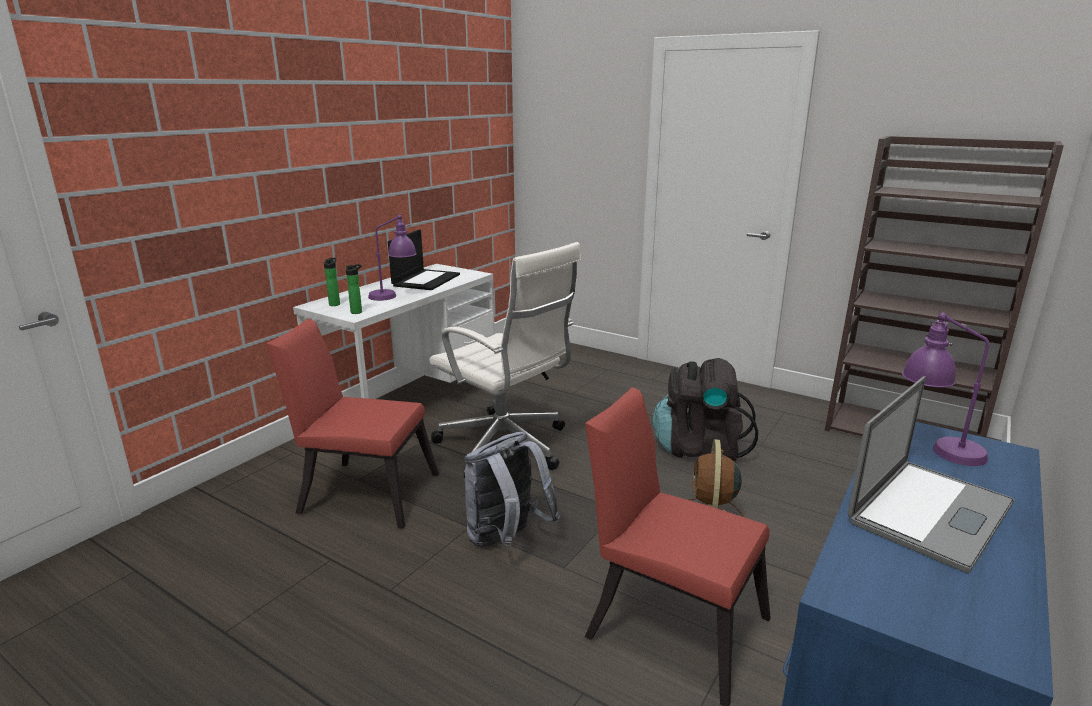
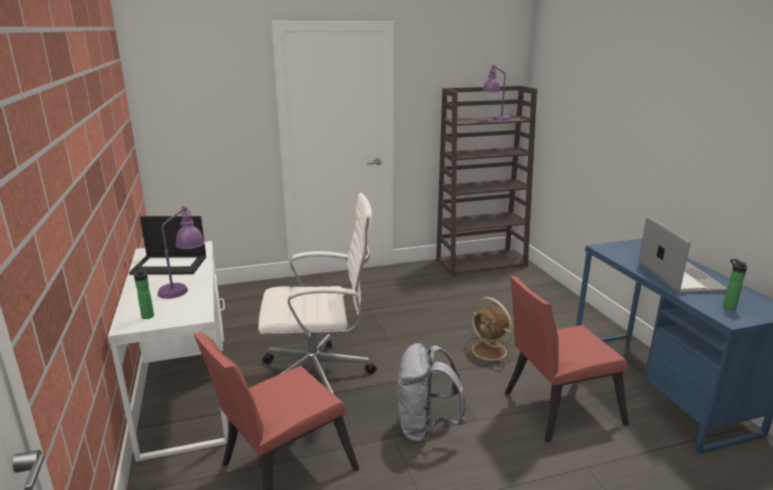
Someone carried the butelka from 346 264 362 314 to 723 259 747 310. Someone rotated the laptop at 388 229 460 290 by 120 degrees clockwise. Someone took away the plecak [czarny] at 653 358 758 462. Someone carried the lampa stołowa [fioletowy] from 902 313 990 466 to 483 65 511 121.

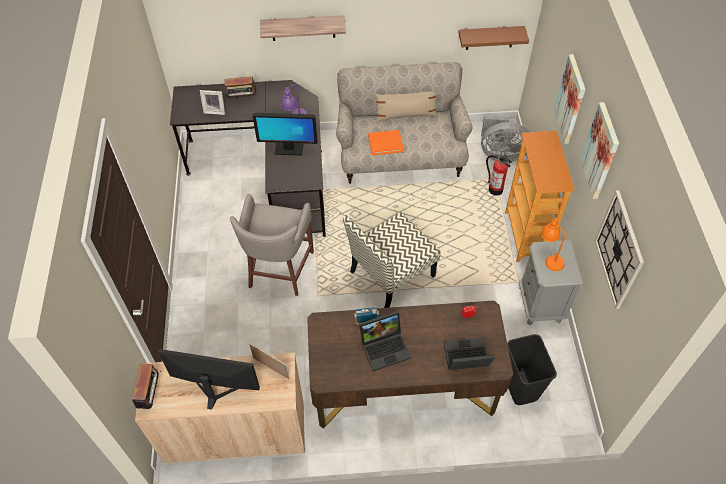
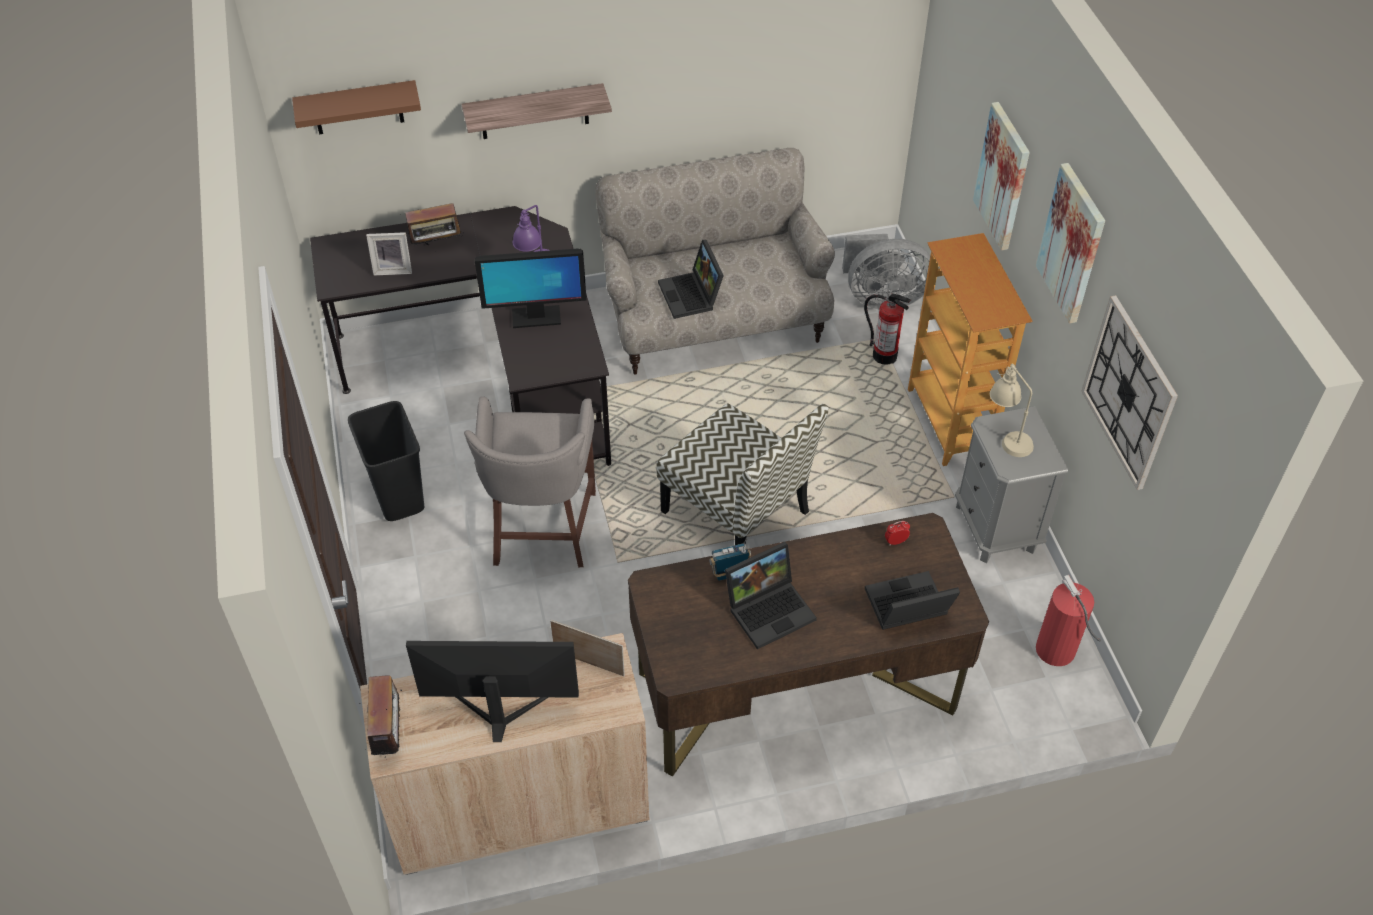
Someone rotated the krzesło at 343 212 441 308 by 90 degrees counterclockwise. Someone swapped the książka [pomarańczowy] at 368 130 403 156 for the laptop at 658 240 724 319. Someone took away the poduszka [beżowy] at 375 91 437 123. Someone carried the półka [brązowy] from 458 26 529 50 to 292 80 421 135. Someone carried the kosz na śmieci [czarny] from 507 334 557 405 to 348 401 424 521. Someone repainted the lampa stołowa [pomarańczowy] at 541 218 565 271, which became the lampa stołowa [beżowy] at 990 364 1034 457. Someone put down the gaśnica at 1036 575 1101 666.

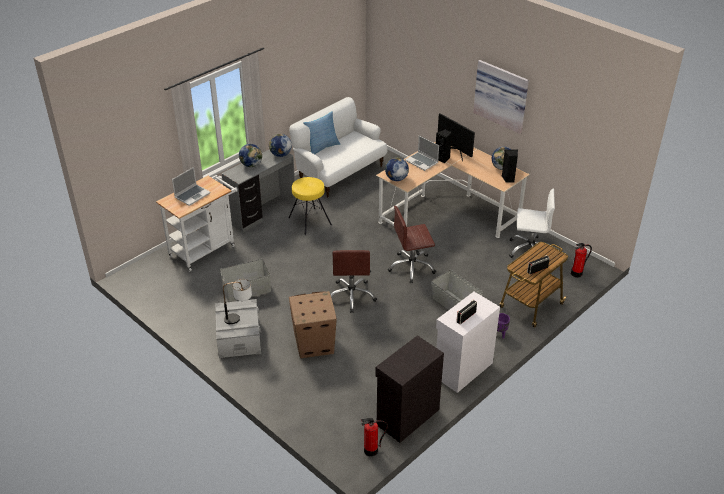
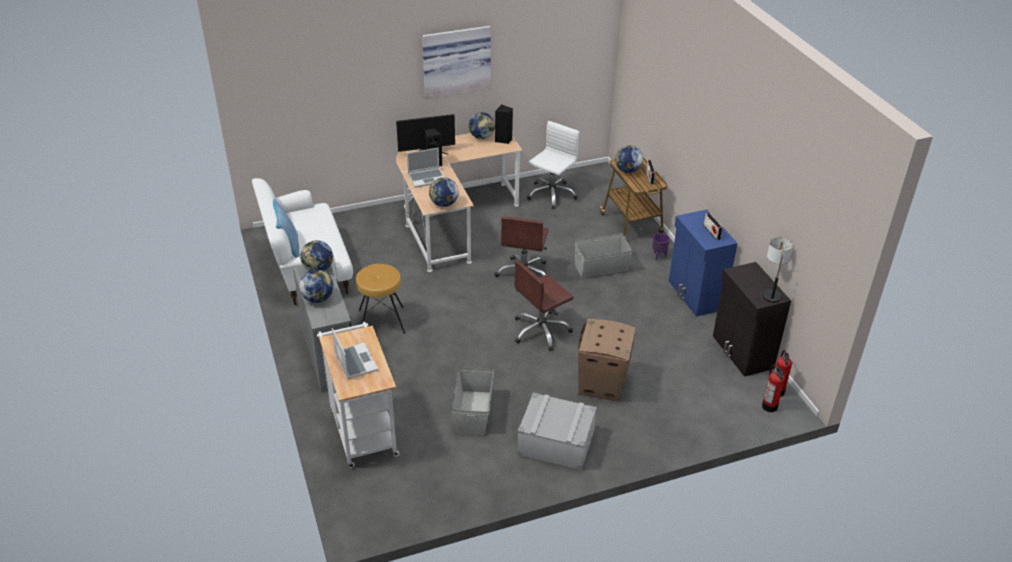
Someone carried the lampa stołowa from 223 279 252 324 to 763 237 793 303. Someone repainted the stołek [żółty] at 289 177 332 235, which became the stołek [brązowy] at 356 264 405 334. Someone rotated the krzesło biurowe [brązowy] at 330 250 377 313 by 120 degrees clockwise. Someone repainted the szafka [biały] at 436 292 500 393, which became the szafka [niebieski] at 669 210 738 317. Someone carried the gaśnica from 571 243 592 278 to 762 365 785 412. Someone put down the globus at 615 145 643 173.

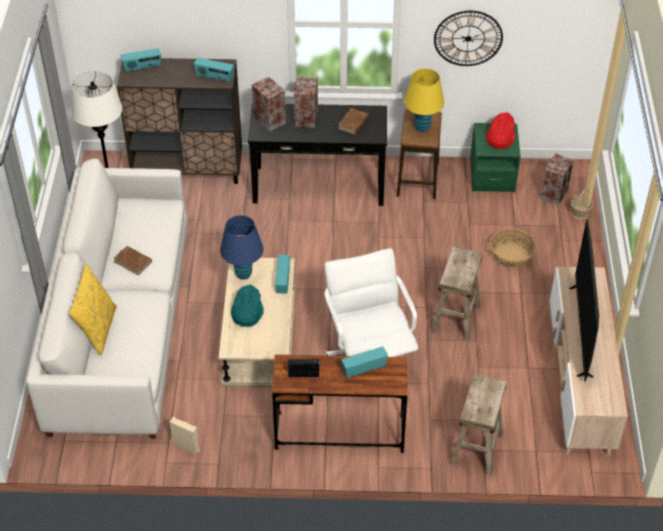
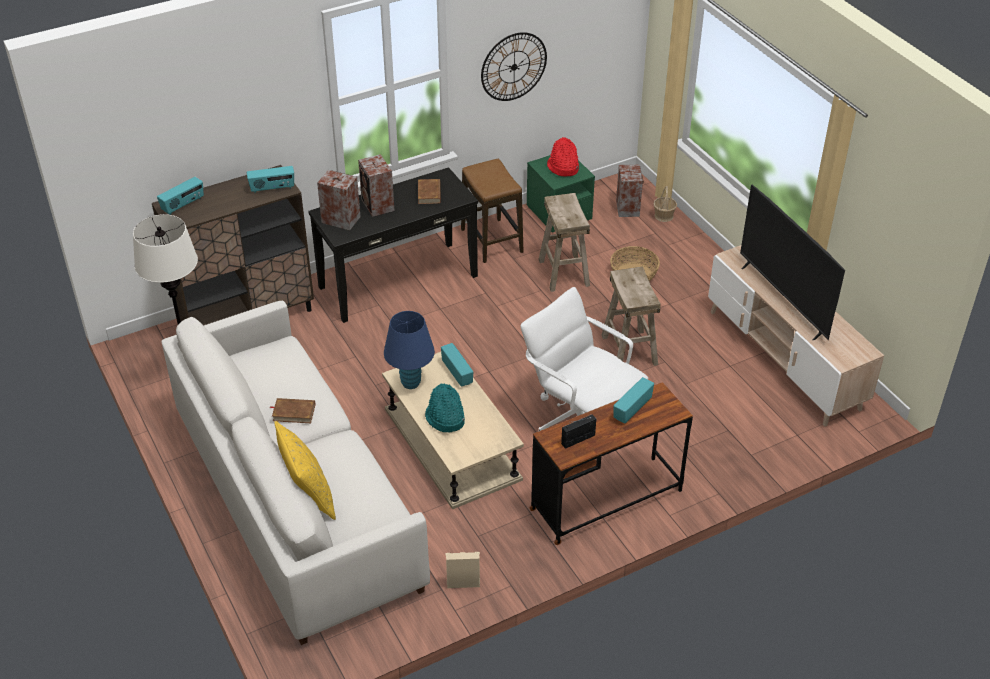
Someone took away the lampa stołowa [żółty] at 404 68 444 132. Someone carried the stołek [beżowy] from 450 374 507 476 to 538 193 590 292.

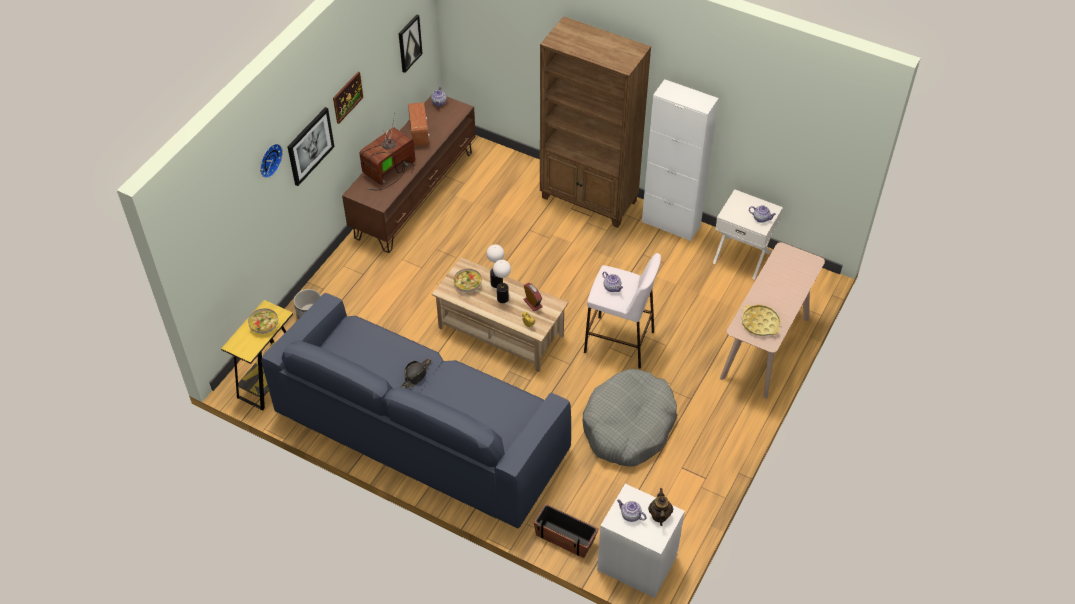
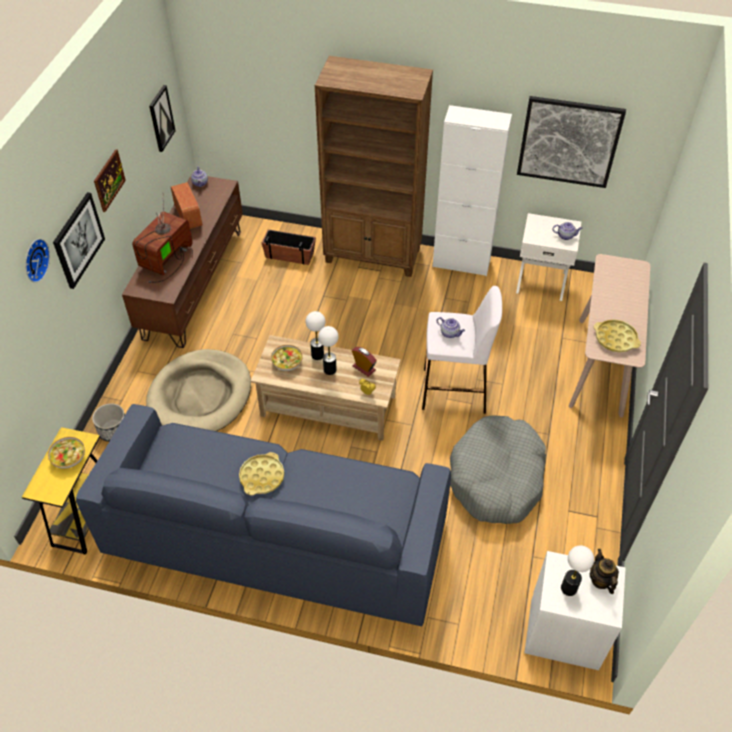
Someone swapped the kapelusz [czarny] at 400 358 431 389 for the taca [żółty] at 239 452 284 495. Someone carried the donica from 534 503 599 558 to 262 229 316 265. Someone swapped the imbryk at 617 500 647 522 for the lampa stołowa at 561 545 594 596. Someone put down the legowisko [beżowy] at 146 349 251 431. Someone put up the obraz at 517 96 626 188.

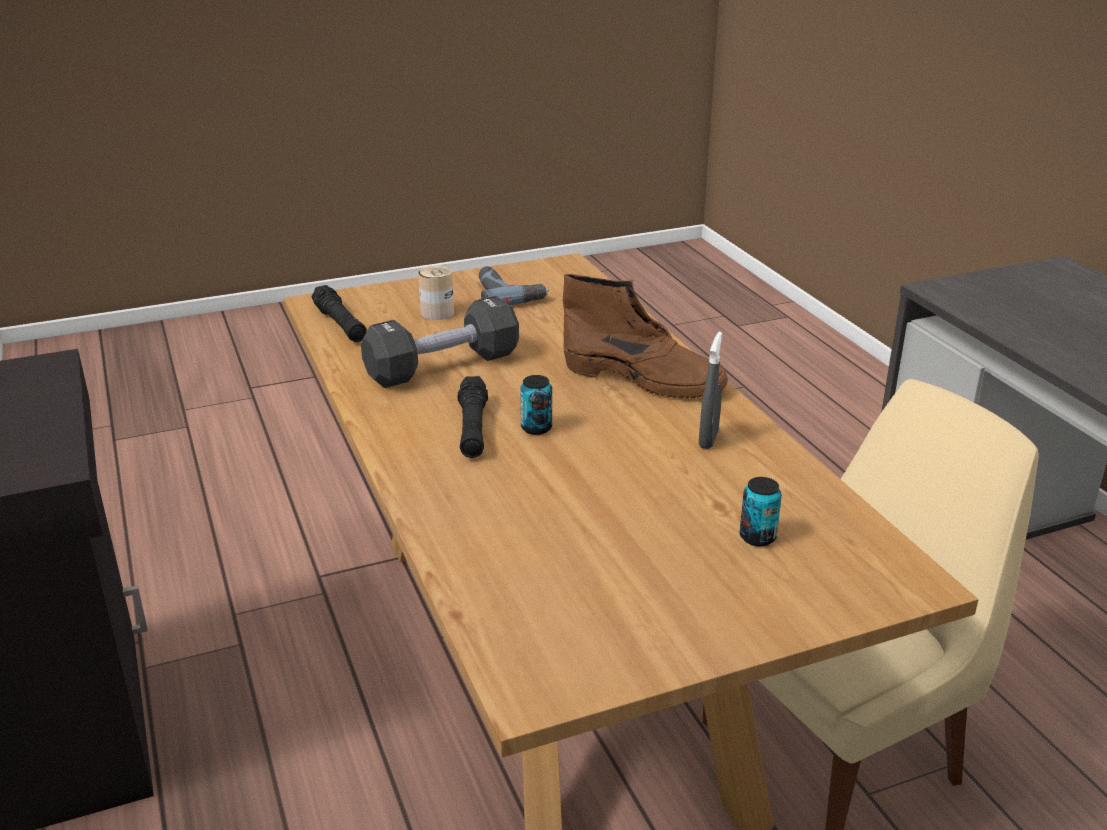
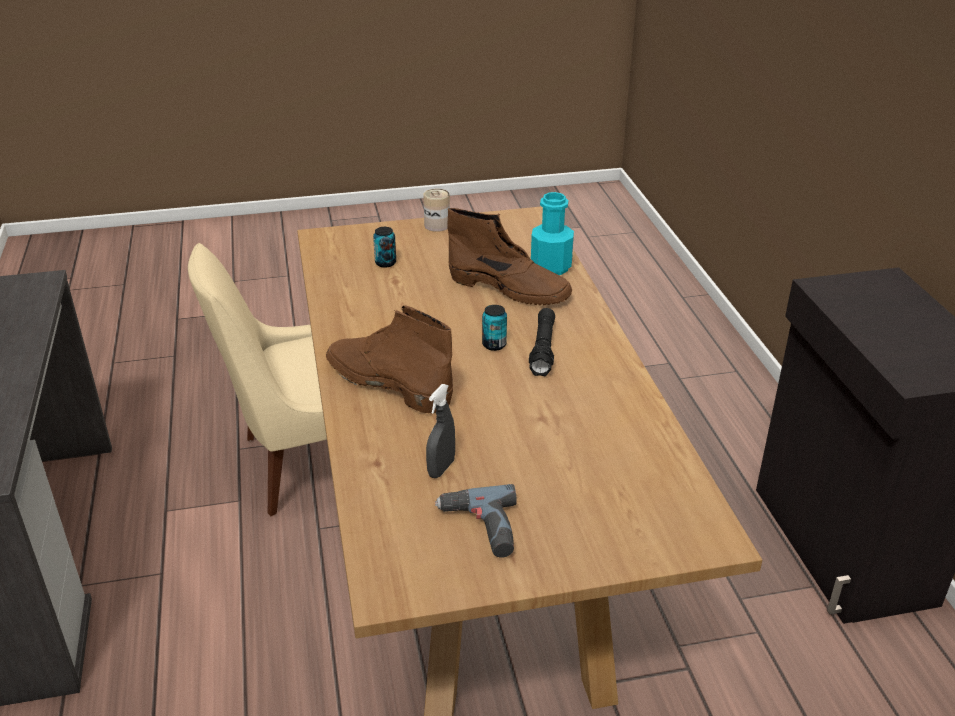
Someone took away the latarka [czarny] at 311 285 367 342. Someone took away the hantel [czarny] at 361 296 519 388. Someone carried the puszka from 418 265 454 320 to 423 189 450 232. Someone carried the spryskiwacz [szary] from 699 332 722 449 to 426 384 455 478. Someone put down the but z cholewką [brązowy] at 447 208 572 305. Someone put down the butelka [turkusowy] at 531 192 574 275.

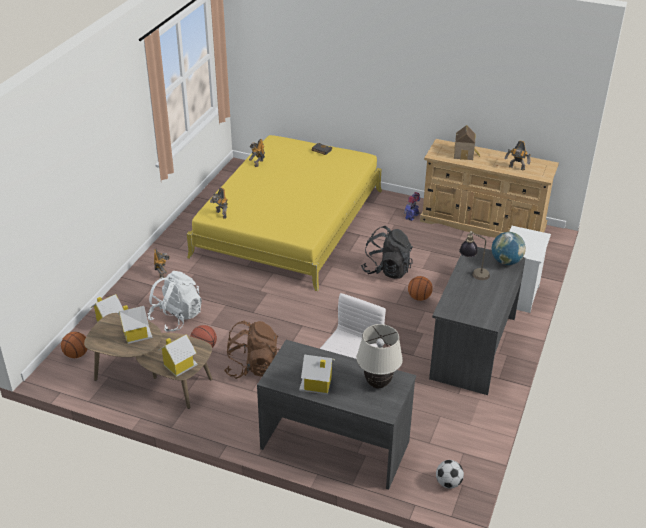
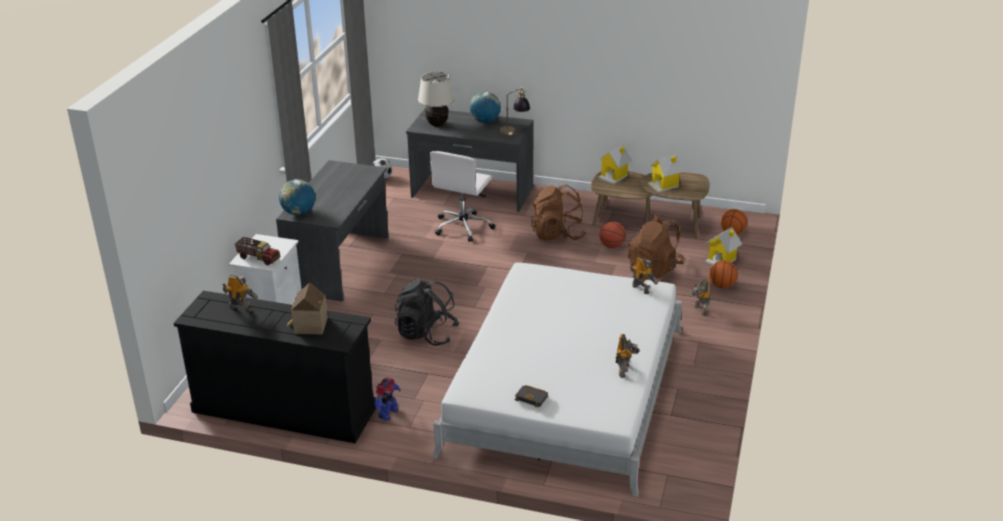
Someone repainted the plecak [biały] at 147 271 202 332, which became the plecak [brązowy] at 628 215 685 279. Someone repainted the łóżko [żółty] at 187 135 382 291, which became the łóżko [biały] at 433 262 682 497. Someone swapped the domek at 299 354 335 395 for the globus at 470 92 501 123. Someone carried the piłka do koszykówki from 408 276 433 301 to 709 260 738 288. Someone repainted the komoda [beżowy] at 420 139 559 238, which became the komoda [czarny] at 174 291 376 443. Someone carried the lampa stołowa from 459 231 490 280 to 499 86 530 135. Someone put down the ciężarówka zabawkowa at 235 237 280 265.

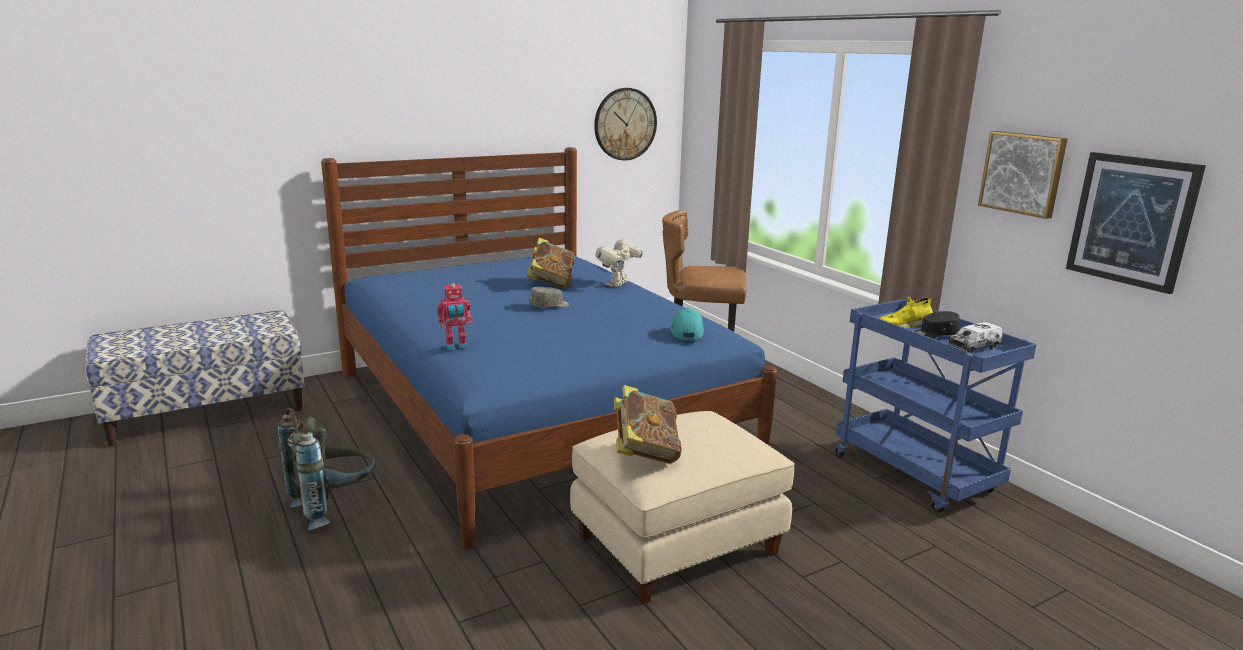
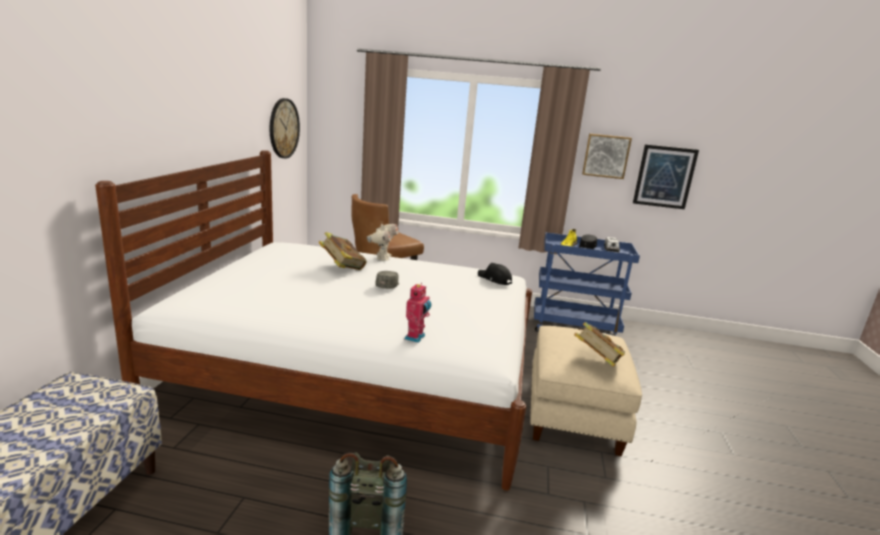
Someone repainted the łóżko [niebieski] at 321 147 777 551, which became the łóżko [biały] at 95 150 532 491. Someone rotated the robot zabawkowy at 595 238 643 287 by 150 degrees counterclockwise. Someone repainted the czapka z daszkiem [turkusowy] at 671 307 704 340, which became the czapka z daszkiem [czarny] at 478 263 512 285.

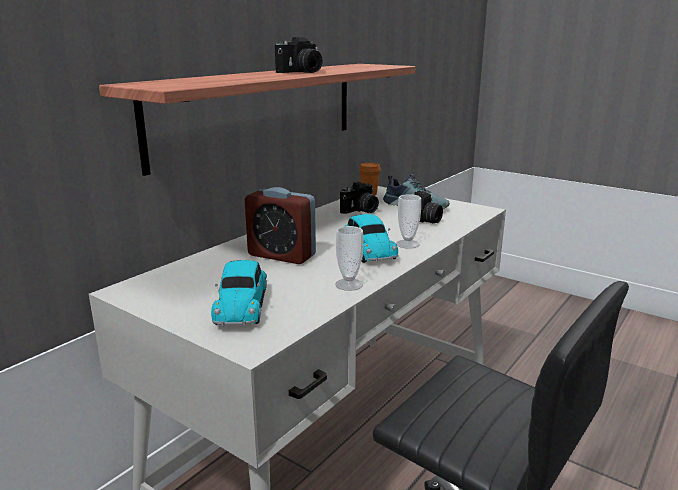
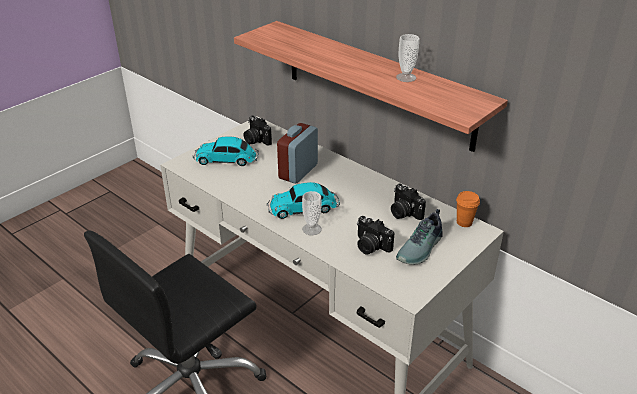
Someone carried the aparat fotograficzny from 275 37 323 73 to 244 116 272 145. Someone carried the filiżanka from 335 226 363 291 to 396 34 419 82.

